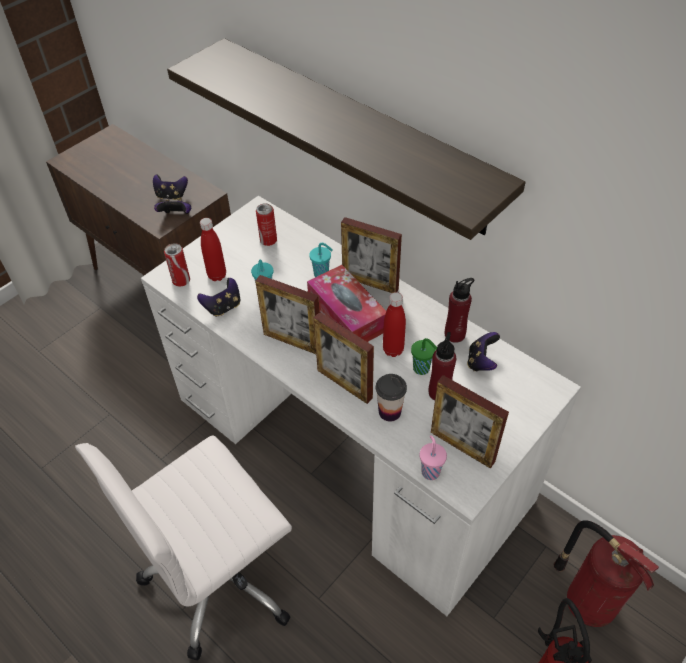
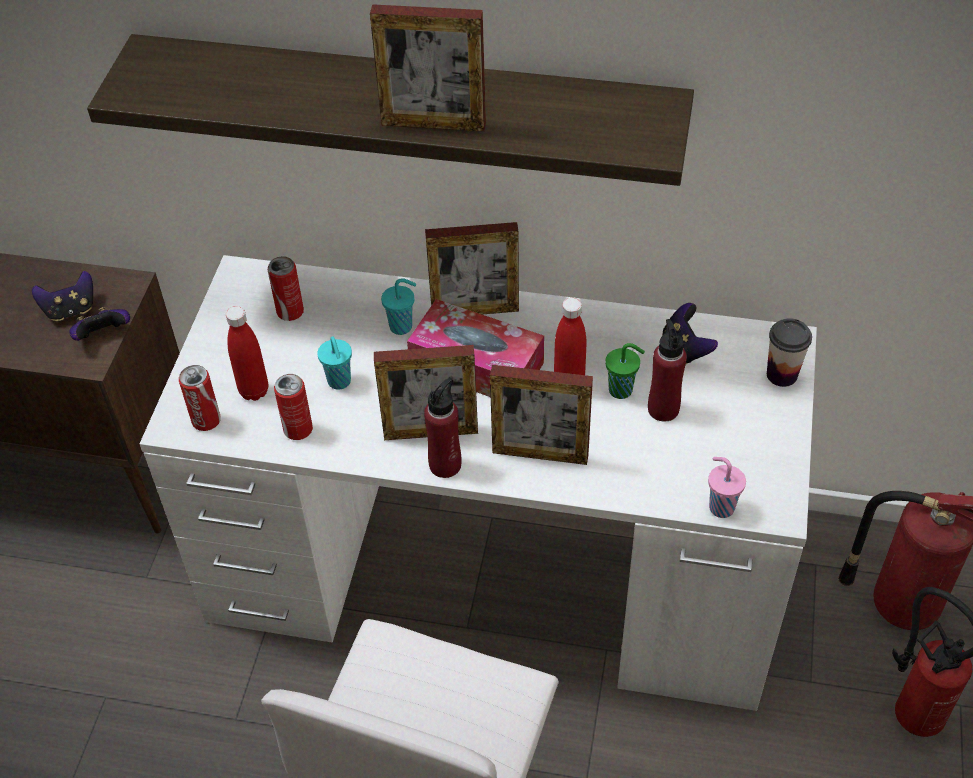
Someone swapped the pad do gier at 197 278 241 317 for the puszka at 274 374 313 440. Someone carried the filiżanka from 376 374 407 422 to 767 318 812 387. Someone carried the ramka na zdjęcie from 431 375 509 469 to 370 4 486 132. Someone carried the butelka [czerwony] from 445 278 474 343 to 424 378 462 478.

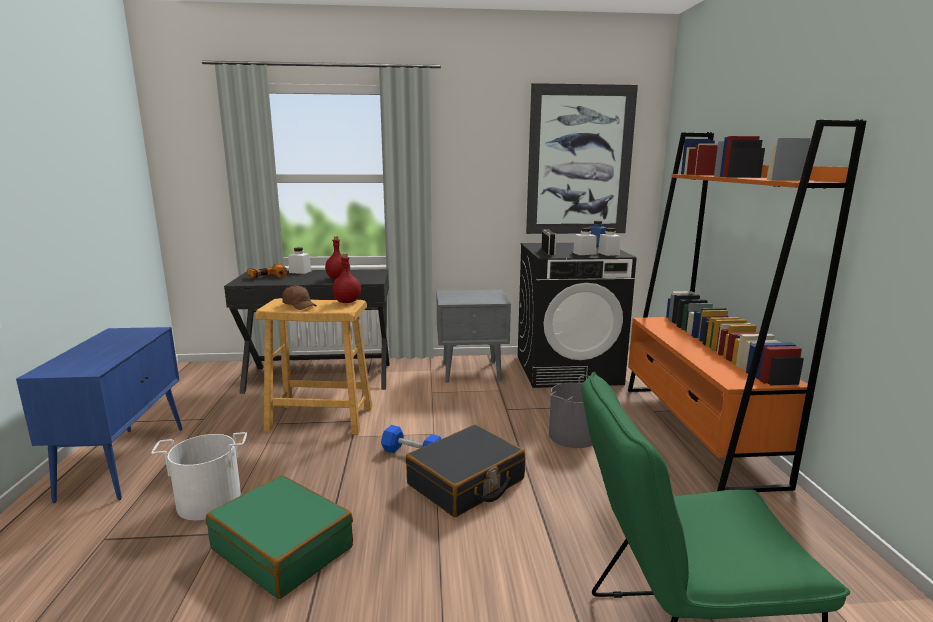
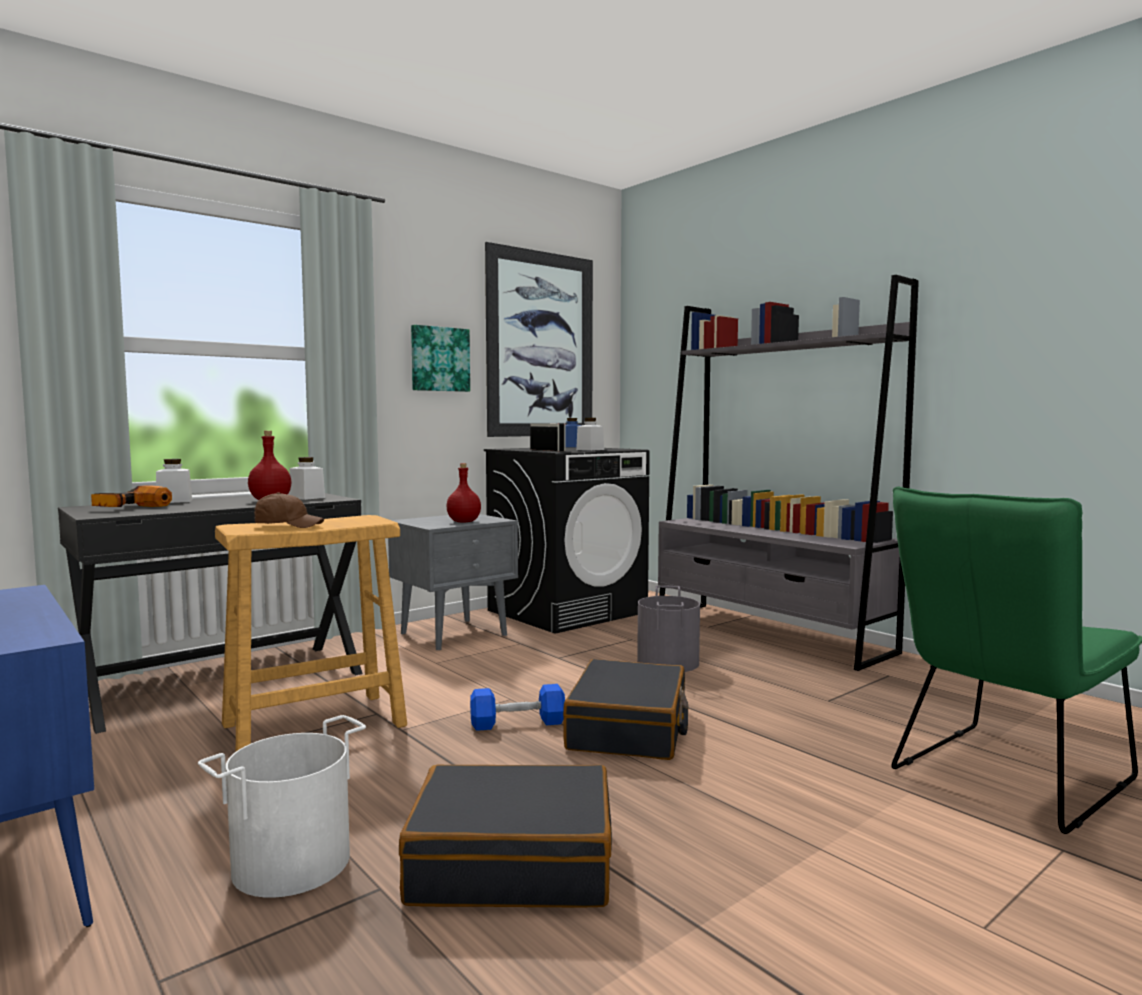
Someone repainted the walizka [zielony] at 206 475 353 599, which became the walizka [czarny] at 399 765 612 907. Someone carried the butelka [czerwony] from 332 253 361 303 to 446 463 481 523. Someone carried the słoik [biały] from 598 228 620 256 to 289 457 325 500. Someone repainted the regał [pomarańczowy] at 628 120 866 492, which became the regał [szary] at 658 275 919 671. Someone put up the obraz at 411 325 470 392.

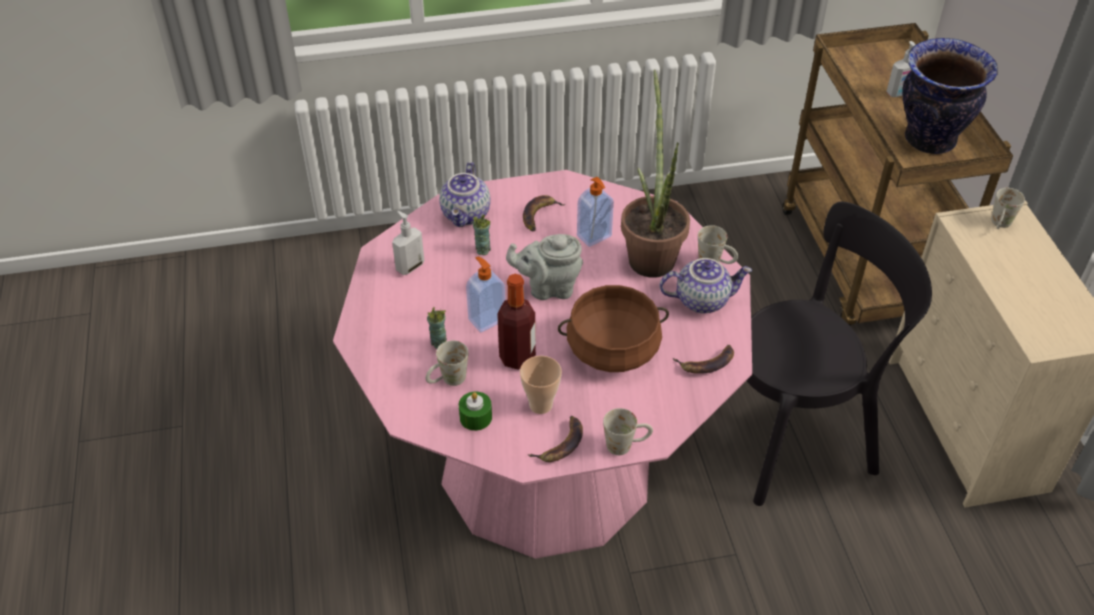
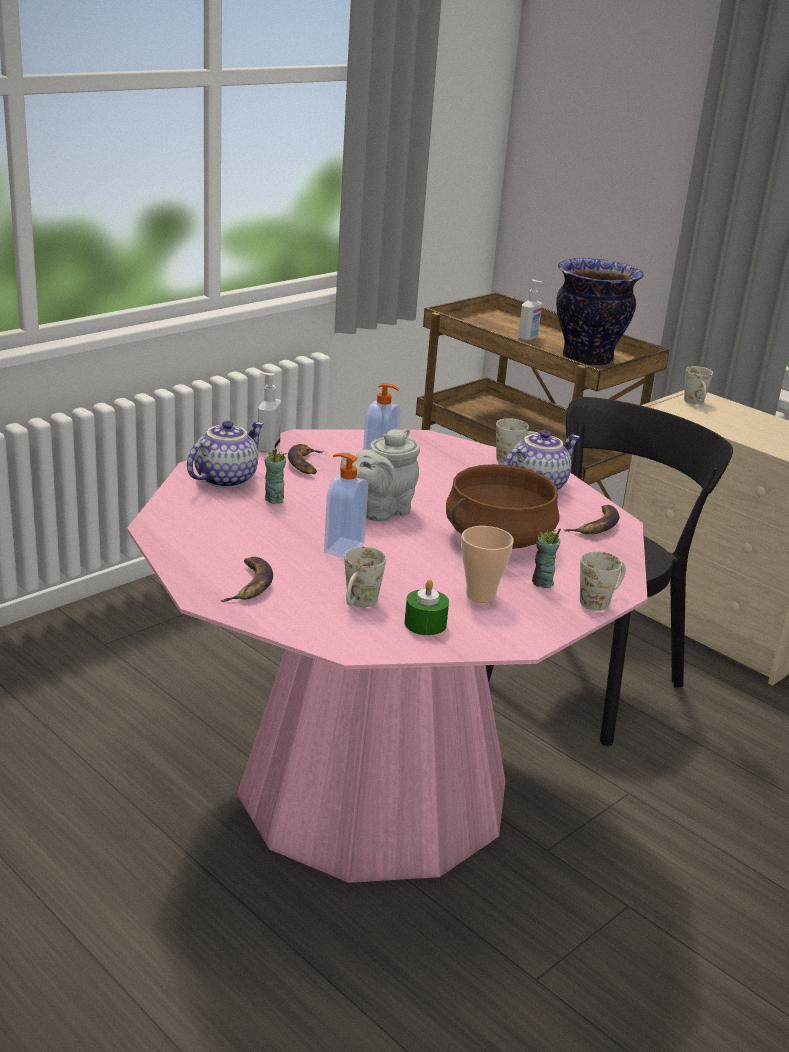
Someone carried the dozownik mydła from 392 211 424 275 to 258 372 281 453. Someone carried the filiżanka from 427 307 447 349 to 532 529 561 588. Someone rotated the imbryk at 439 162 490 227 by 120 degrees counterclockwise. Someone took away the butelka at 497 274 536 370. Someone carried the banan from 528 416 583 462 to 220 557 273 602. Someone took away the roślina doniczkowa at 621 69 690 278.

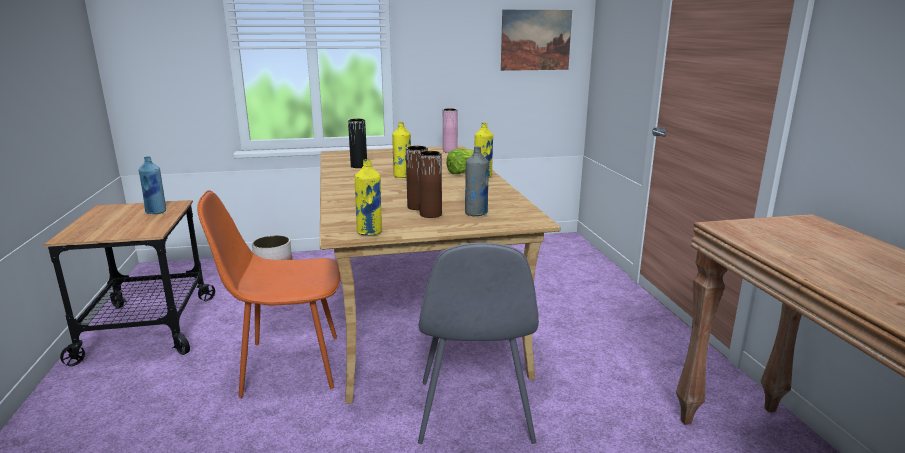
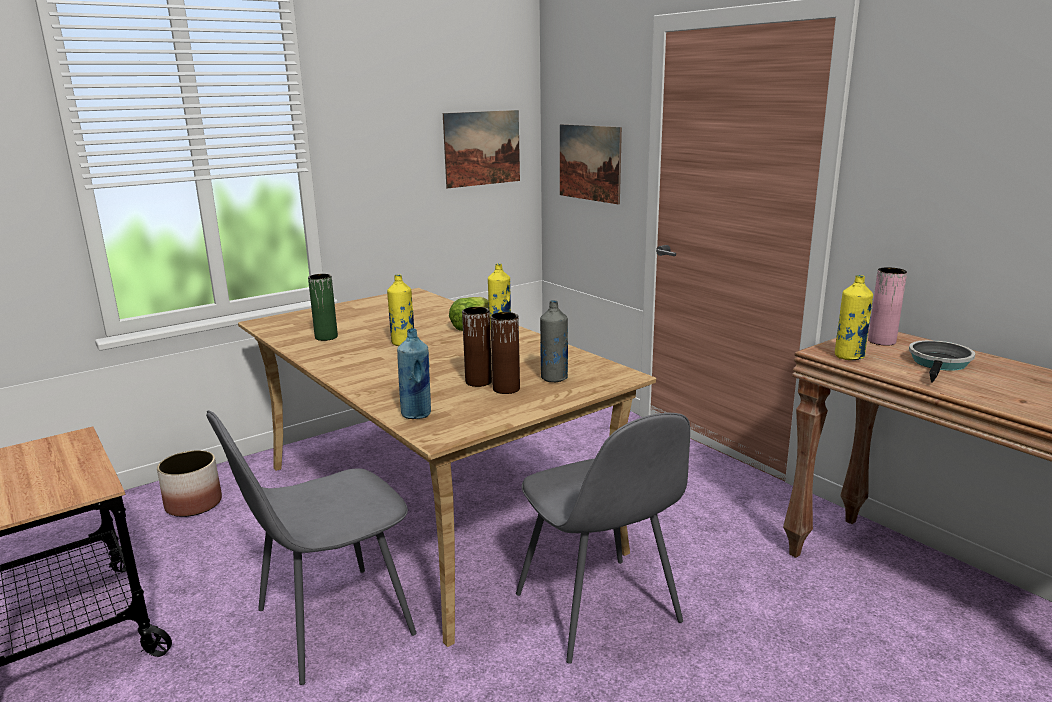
Someone carried the butelka [niebieski] from 138 157 166 214 to 397 328 431 419. Someone repainted the krzesło [pomarańczowy] at 197 190 341 398, which became the krzesło [szary] at 206 410 417 685. Someone repainted the wazon [czarny] at 348 119 367 168, which became the wazon [zielony] at 308 274 338 341. Someone carried the butelka [żółty] from 355 159 382 235 to 835 275 873 360. Someone carried the wazon [różowy] from 443 108 458 153 to 868 267 907 346. Someone put up the obraz at 560 124 622 204. Someone put down the patelnia at 909 340 975 383.

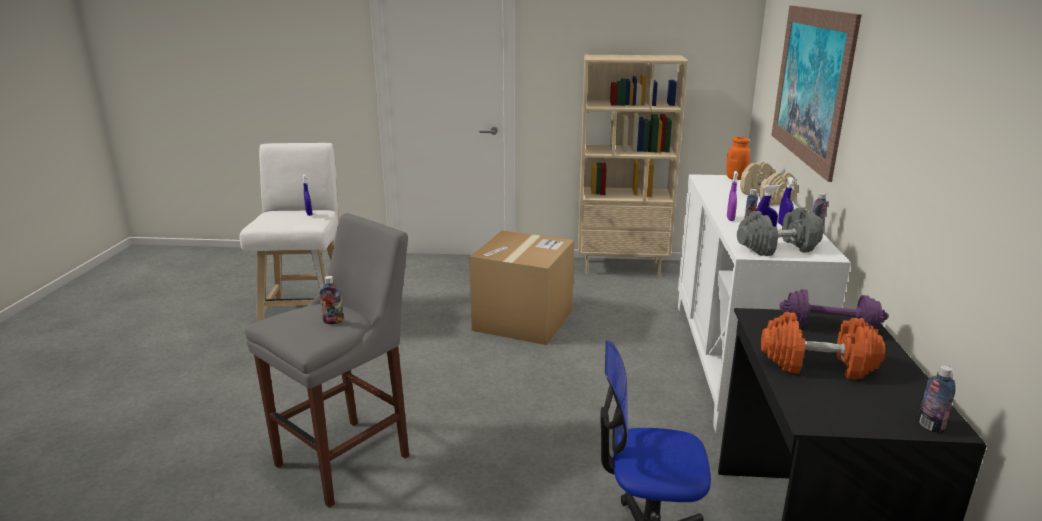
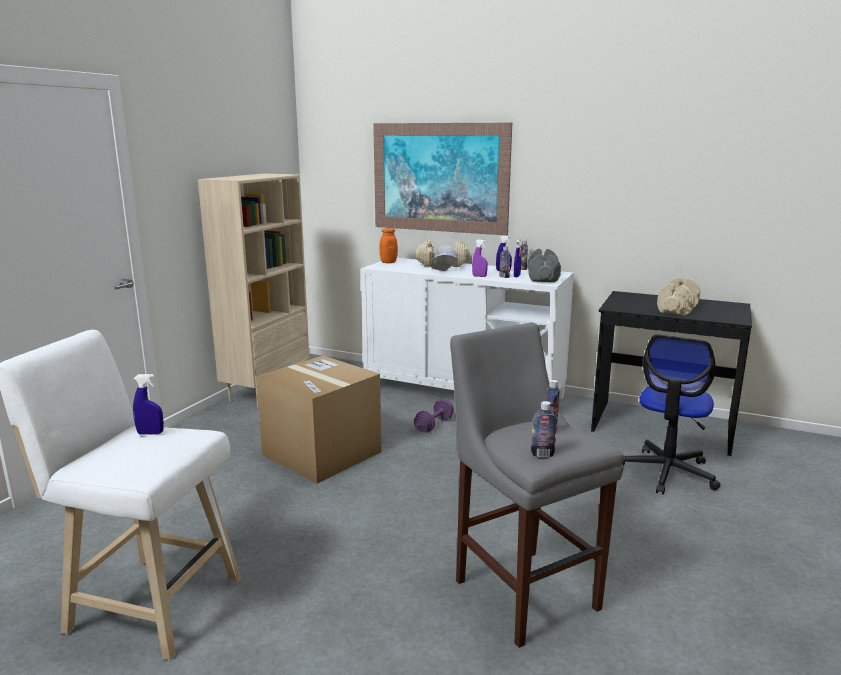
Someone repainted the hantel [pomarańczowy] at 761 312 886 379, which became the hantel [beżowy] at 657 277 700 315. Someone carried the hantel [fioletowy] from 779 289 888 330 to 414 400 454 432. Someone carried the butelka from 918 365 956 434 to 531 401 557 458. Someone put down the kask [biały] at 430 246 458 271.

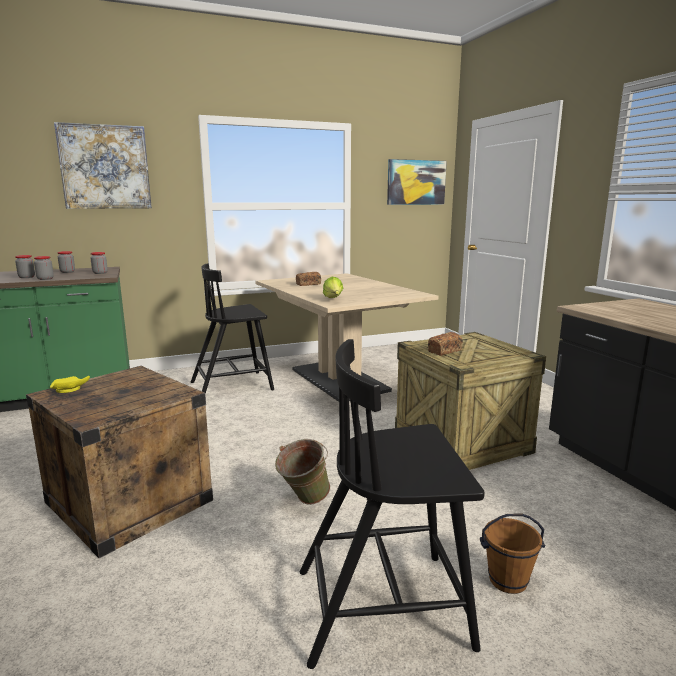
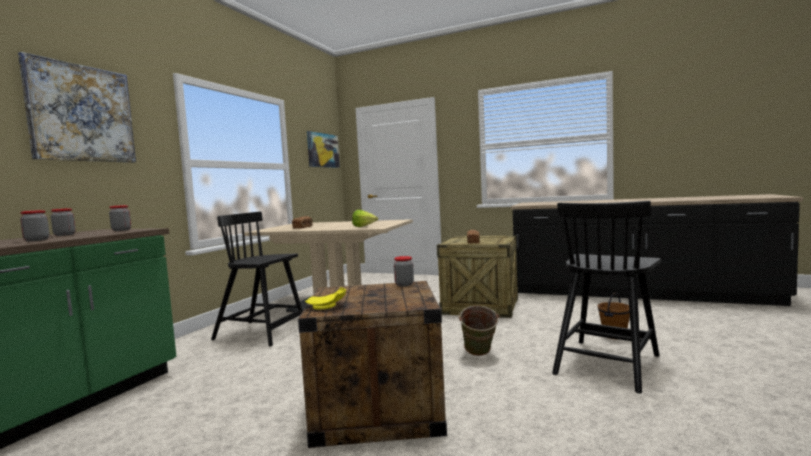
Someone carried the słoik from 34 256 54 280 to 394 256 414 287. Someone rotated the krzesło [czarny] at 191 263 274 394 by 90 degrees clockwise.

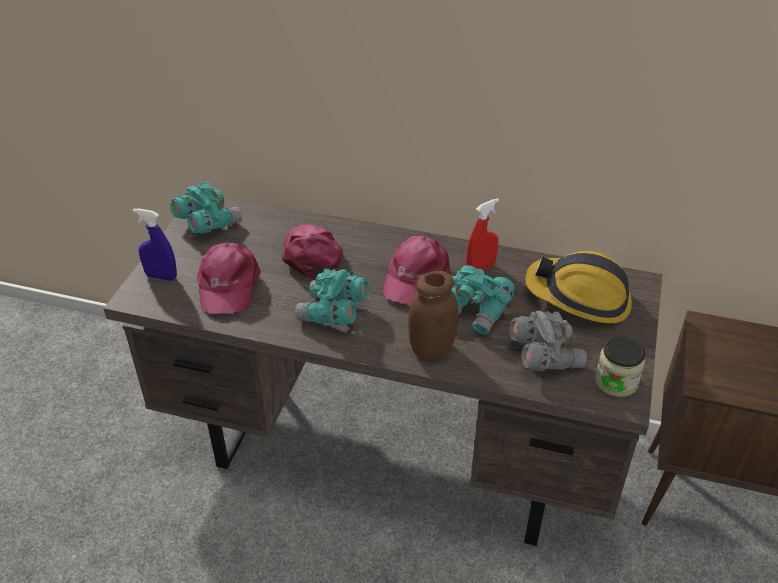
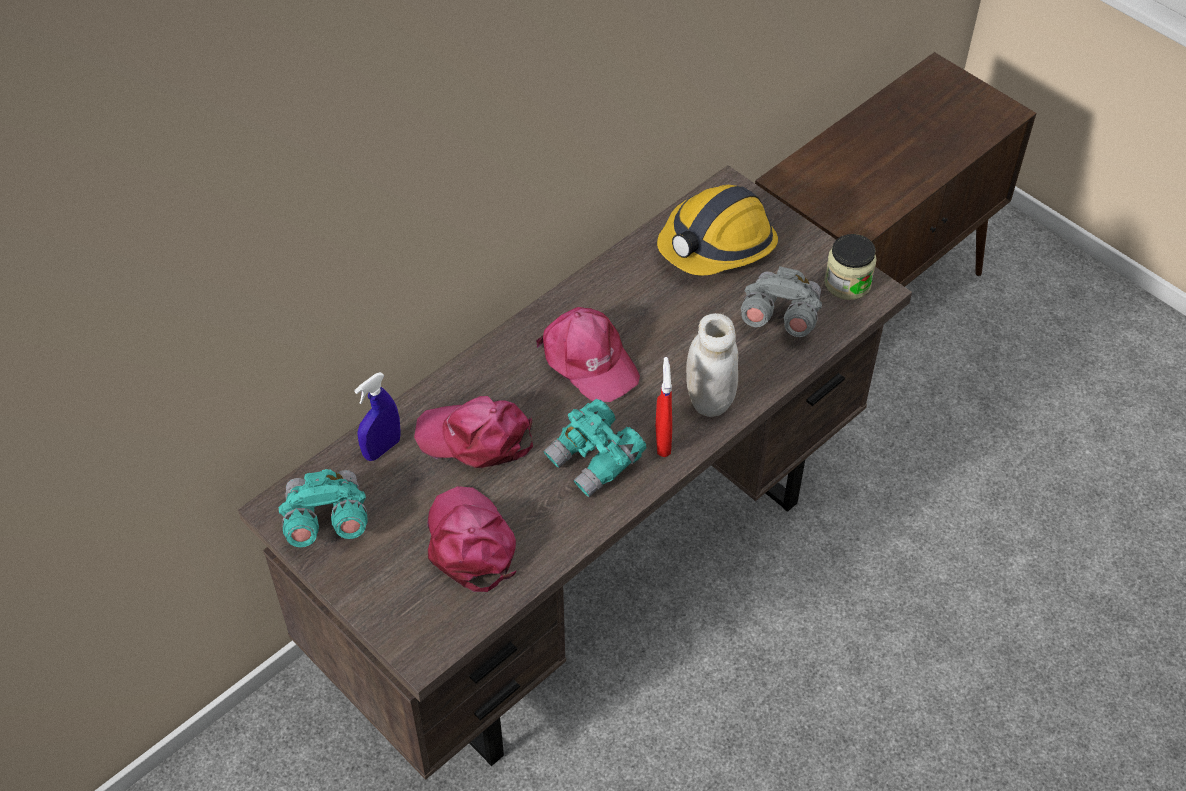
Someone carried the spryskiwacz [niebieski] from 133 208 177 281 to 354 372 401 461. Someone rotated the czapka z daszkiem [różowy] at 197 242 261 314 by 135 degrees counterclockwise. Someone repainted the słoik [brązowy] at 408 271 458 359, which became the słoik [biały] at 686 313 738 417. Someone took away the lornetka [turkusowy] at 451 265 515 335. Someone carried the spryskiwacz [czerwony] from 466 198 499 271 to 656 357 672 457.

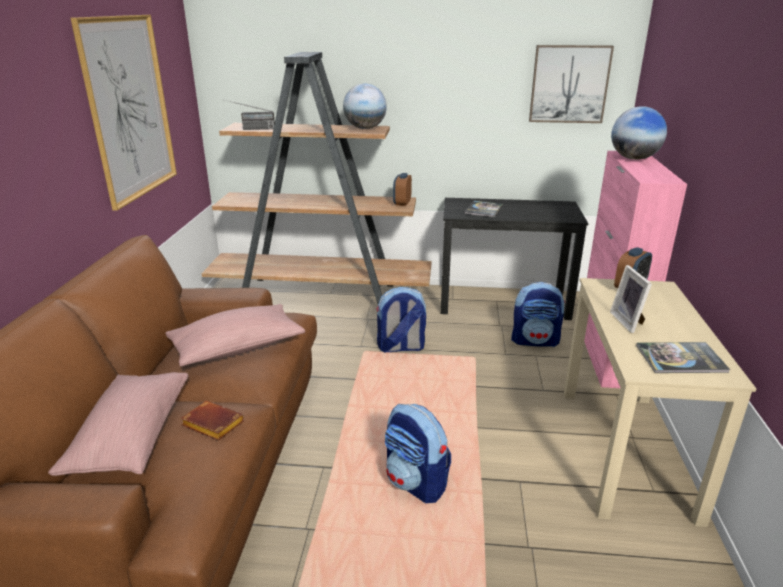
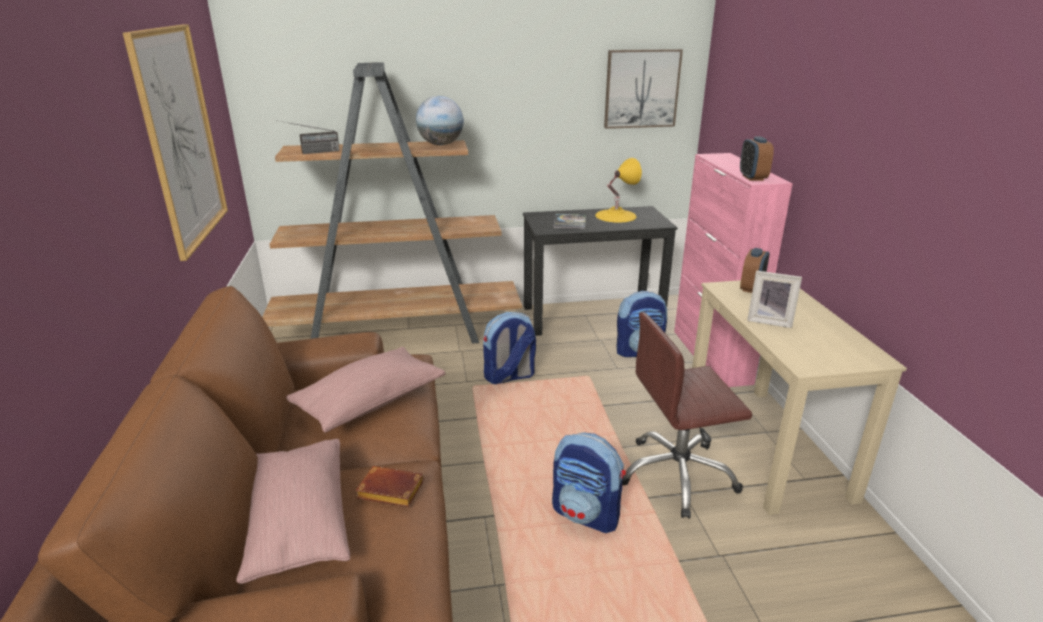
Someone carried the budzik from 393 173 412 206 to 740 136 774 181. Someone rotated the ramka na zdjęcie at 610 265 652 333 by 45 degrees counterclockwise. Someone took away the globus at 611 106 667 160. Someone took away the książka at 636 342 730 373. Someone put down the lampa stołowa [żółty] at 595 158 642 223. Someone put down the krzesło biurowe [brązowy] at 622 312 752 518.

